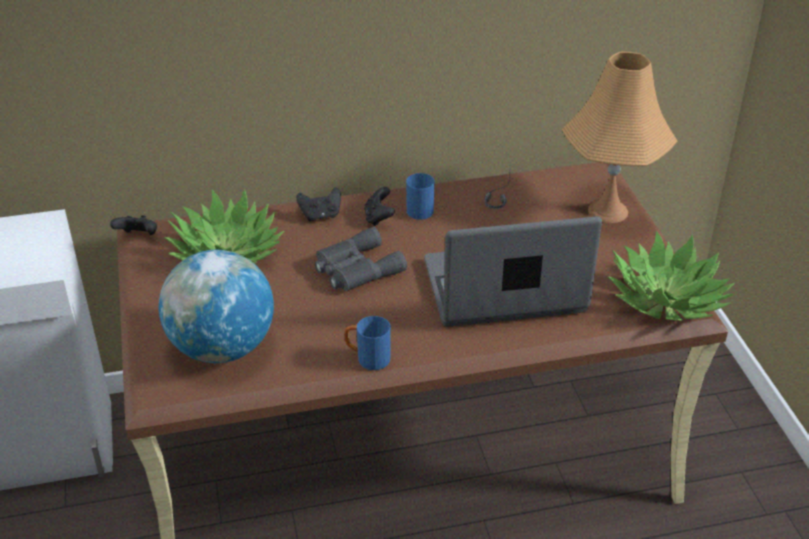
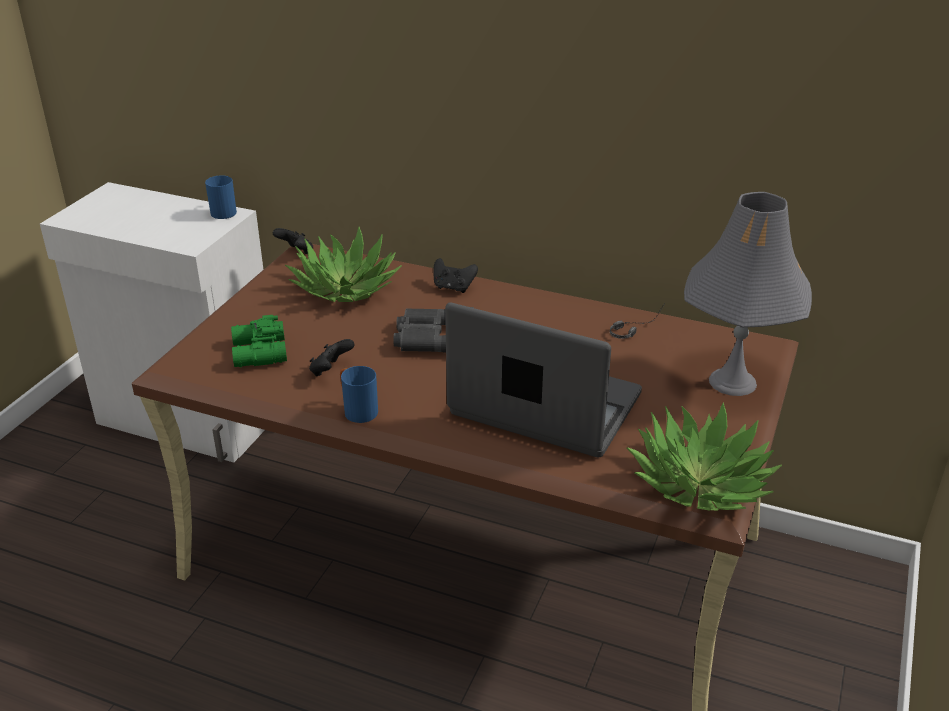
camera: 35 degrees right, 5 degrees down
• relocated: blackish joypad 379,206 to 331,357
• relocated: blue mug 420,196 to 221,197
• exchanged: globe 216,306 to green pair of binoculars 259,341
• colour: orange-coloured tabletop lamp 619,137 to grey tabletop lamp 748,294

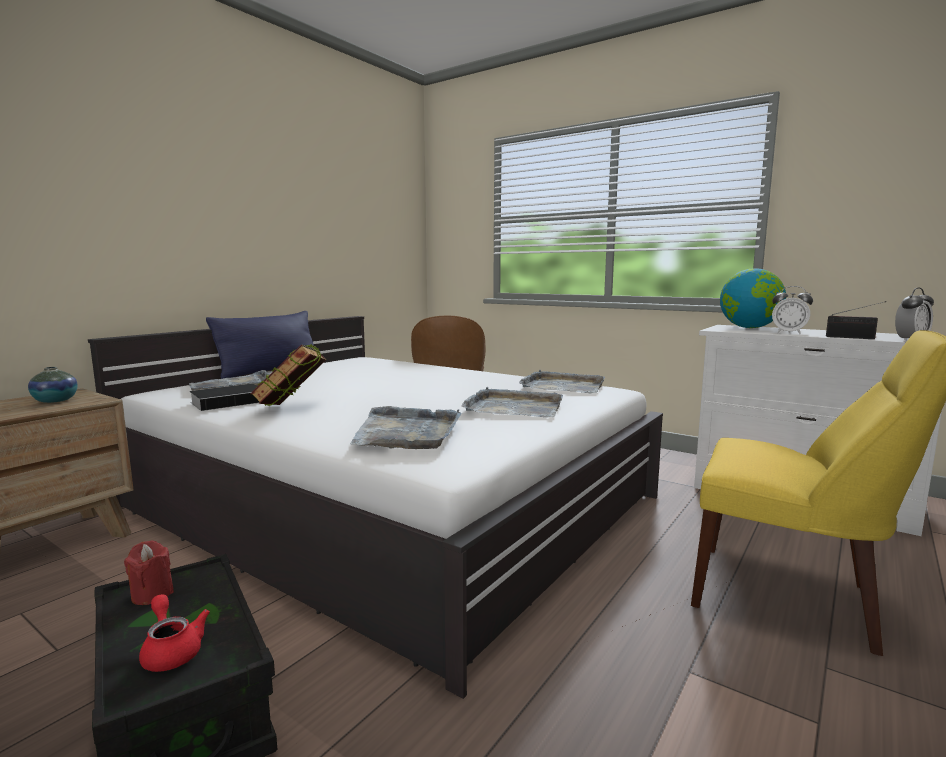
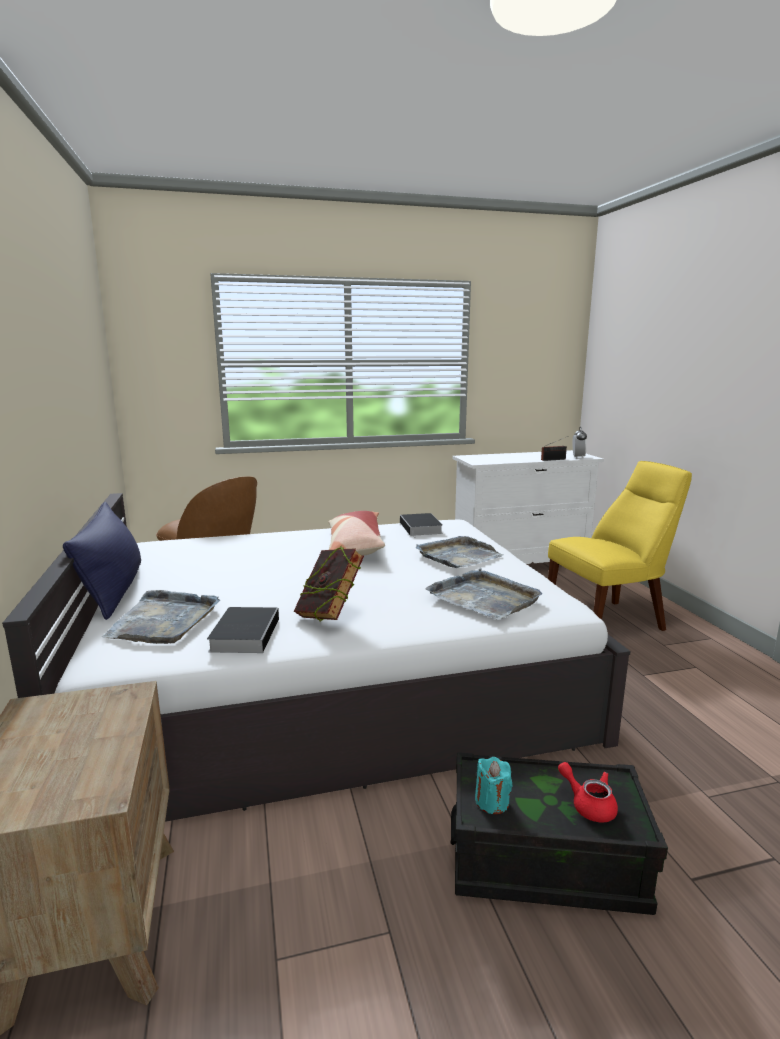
camera: 50 degrees left, 5 degrees up
• missing: vase 52,385
• missing: globe 753,298
• missing: alarm clock 792,310
• appeared: cushion 356,533
• exchanged: grey serving tray 562,381 to volume 421,525
• colour: red-coloured wax candle 149,572 to turquoise wax candle 493,785
• spun: red-coloured teapot 174,633 = 588,792 45 degrees clockwise

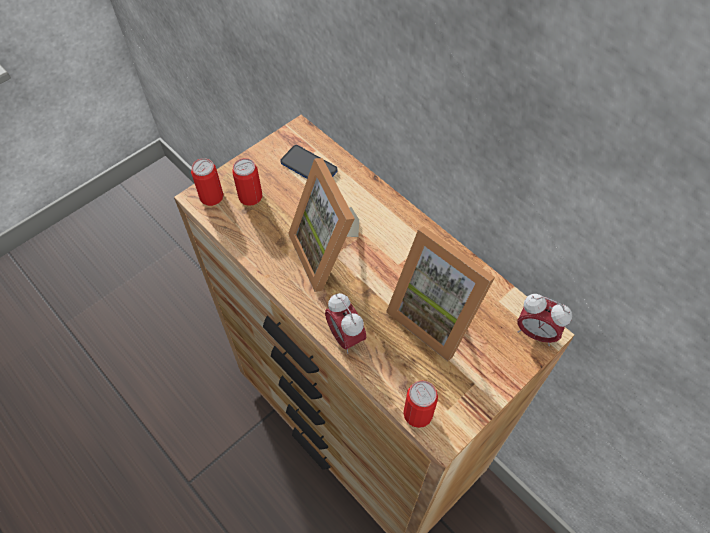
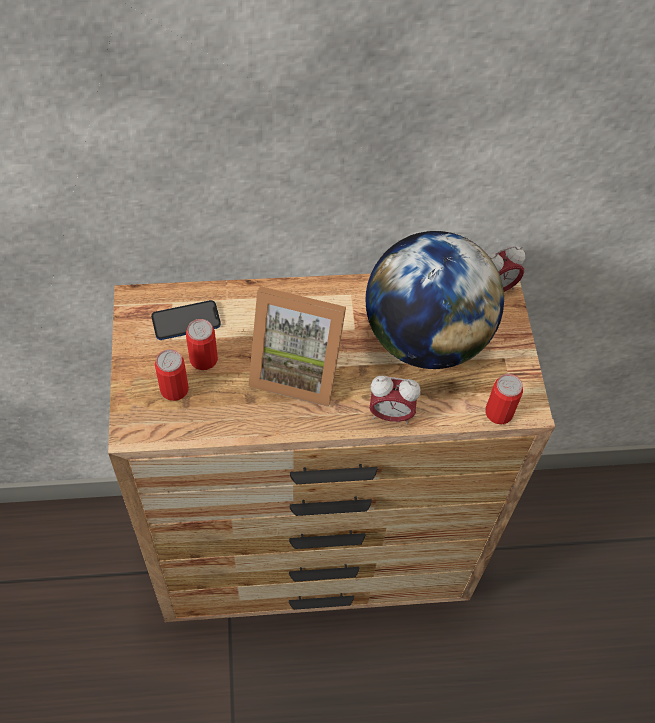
camera: 55 degrees left, 0 degrees up
• relocated: can 207,182 to 202,344
• exchanged: picture frame 440,293 to globe 435,300

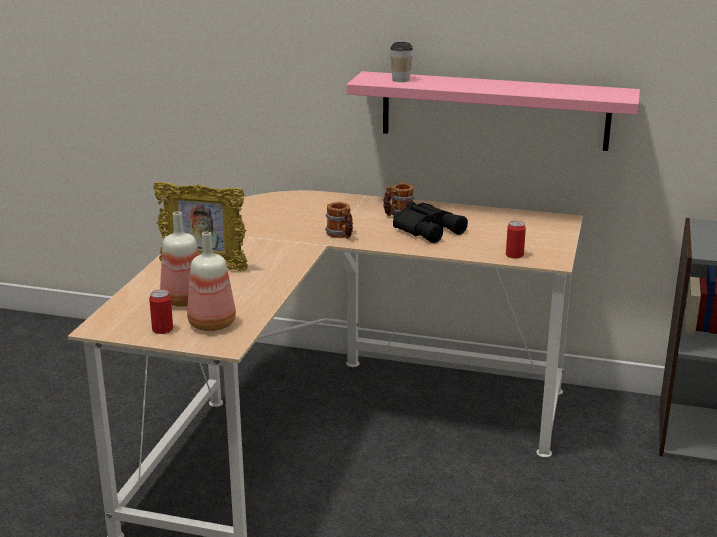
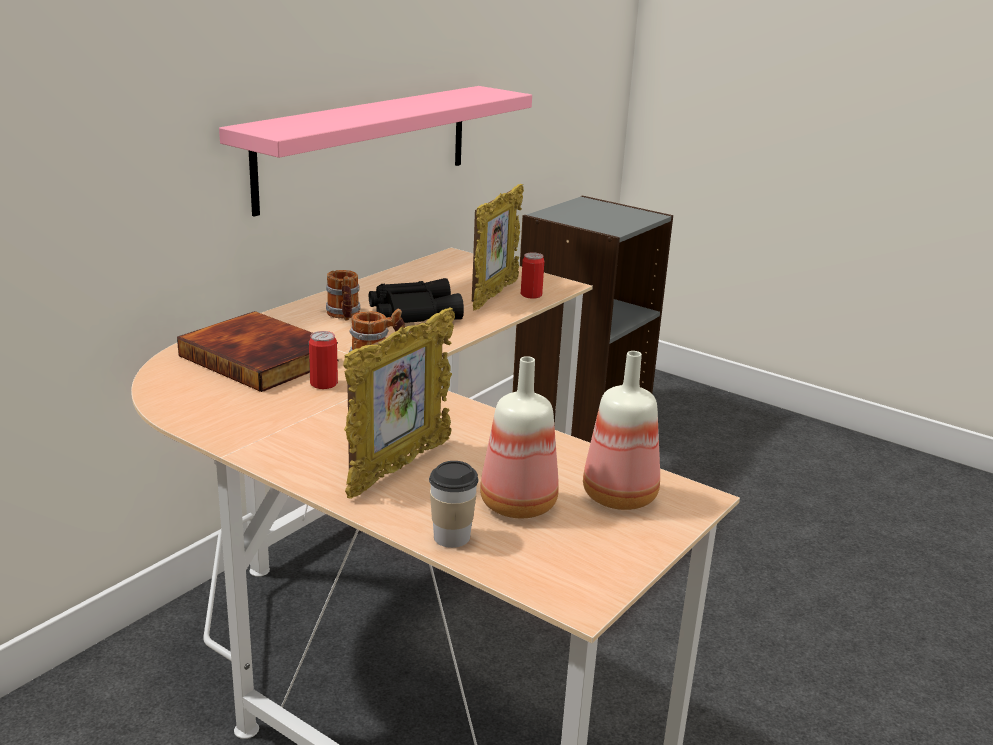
camera: 70 degrees left, 0 degrees up
• appeared: volume 257,351
• appeared: picture frame 498,247
• relocated: can 161,311 to 323,360
• relocated: small cup 401,62 to 454,504

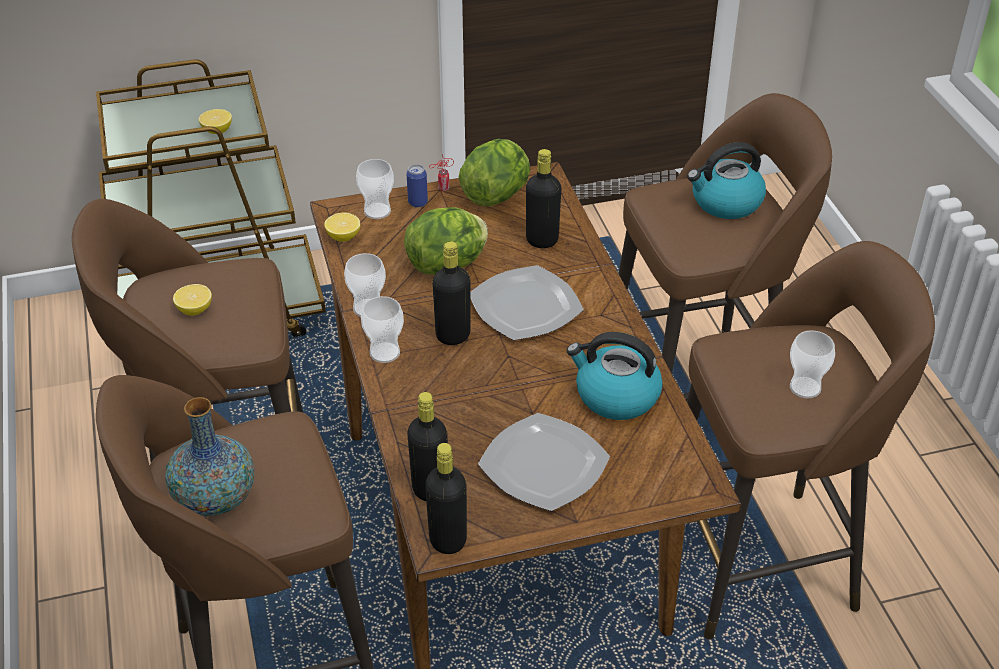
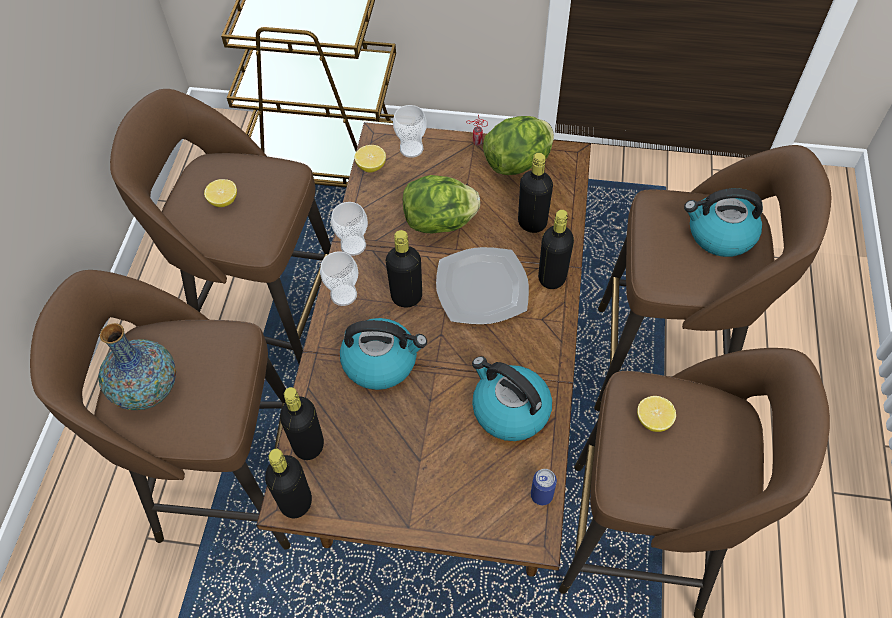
camera: 25 degrees right, 15 degrees up
• missing: plate 544,462
• missing: small cup 812,364
• appeared: tea kettle 383,354
• appeared: blackish bottle 556,249
• relocated: whole lemon 215,121 to 656,414
• relocated: can 417,185 to 544,487

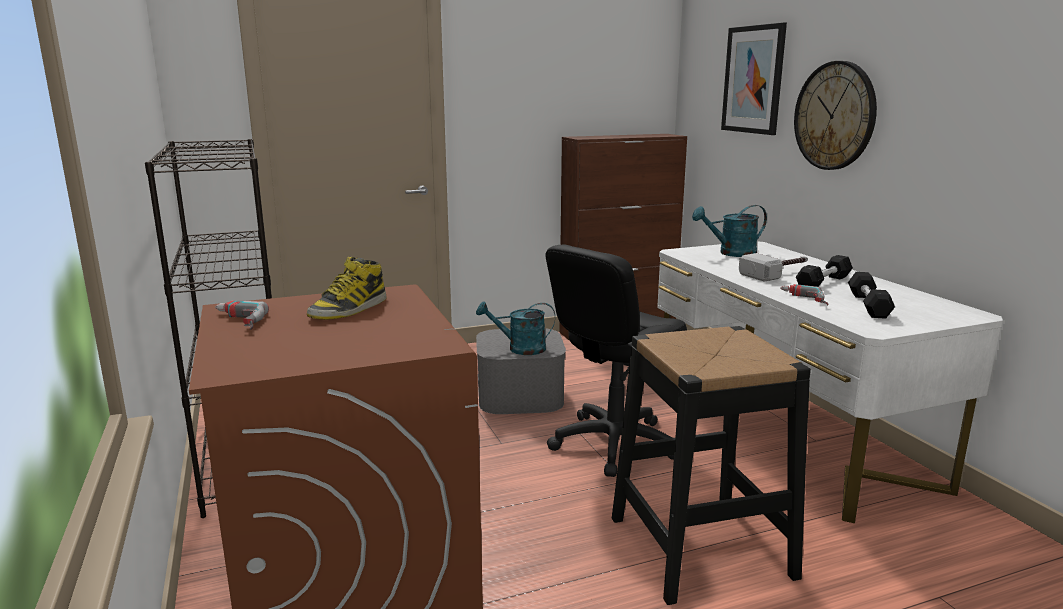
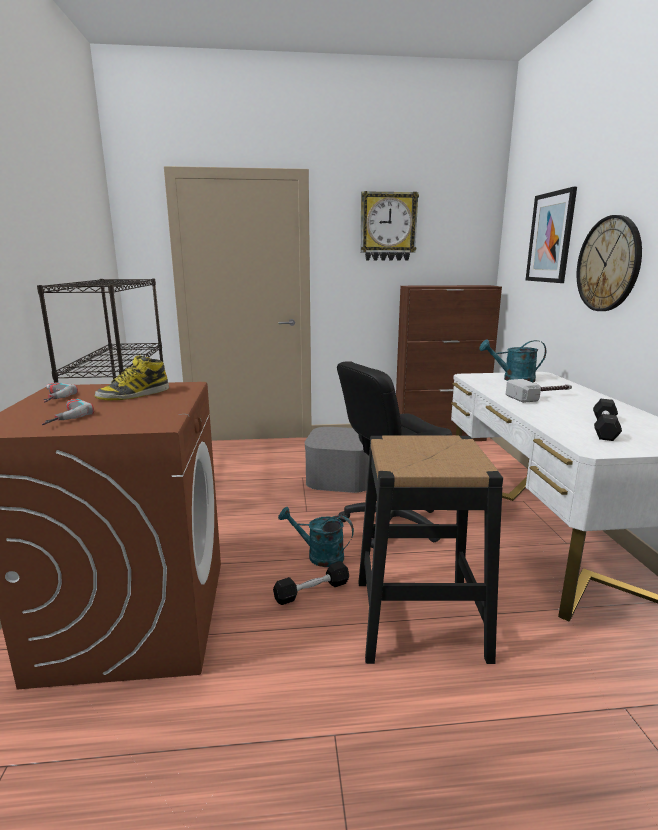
camera: 15 degrees right, 0 degrees up
• appeared: hanging clock 389,226
• relocated: turquoise watering can 515,328 to 316,537
• relocated: drill 804,295 to 68,412
• relocated: blackish free weight 824,271 to 311,583

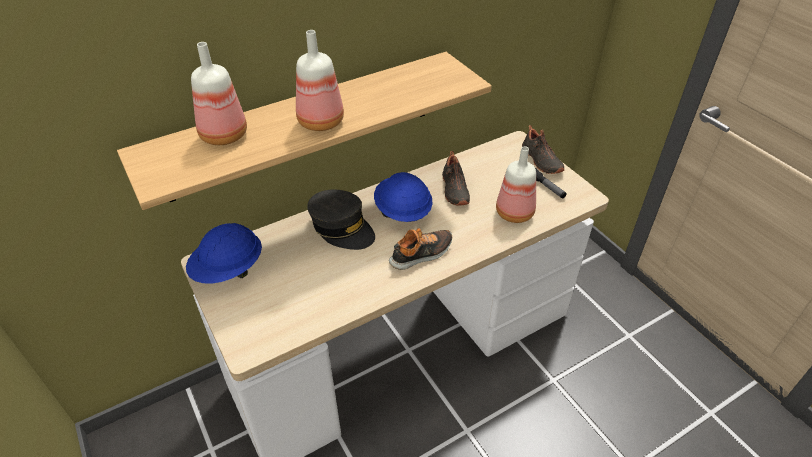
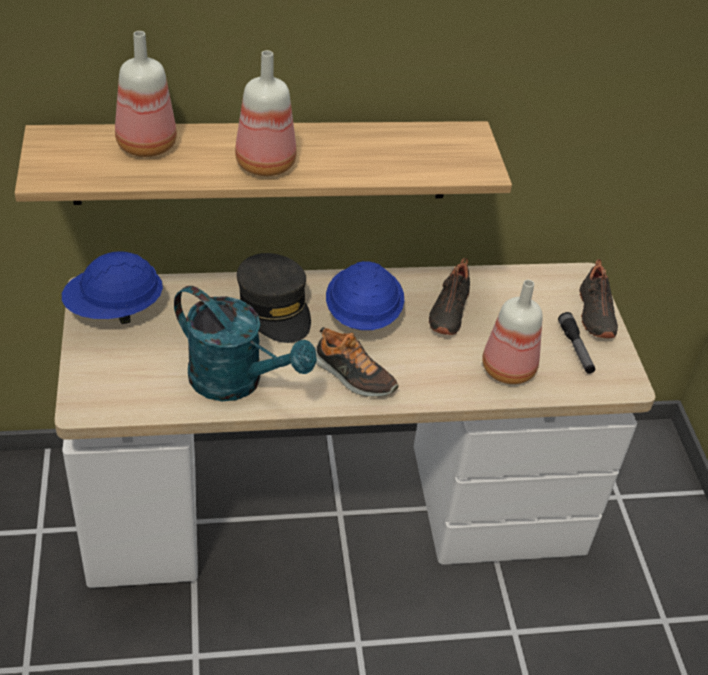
camera: 20 degrees right, 0 degrees up
• appeared: turquoise watering can 245,343
• spun: low shoe 420,249 = 356,362 45 degrees clockwise

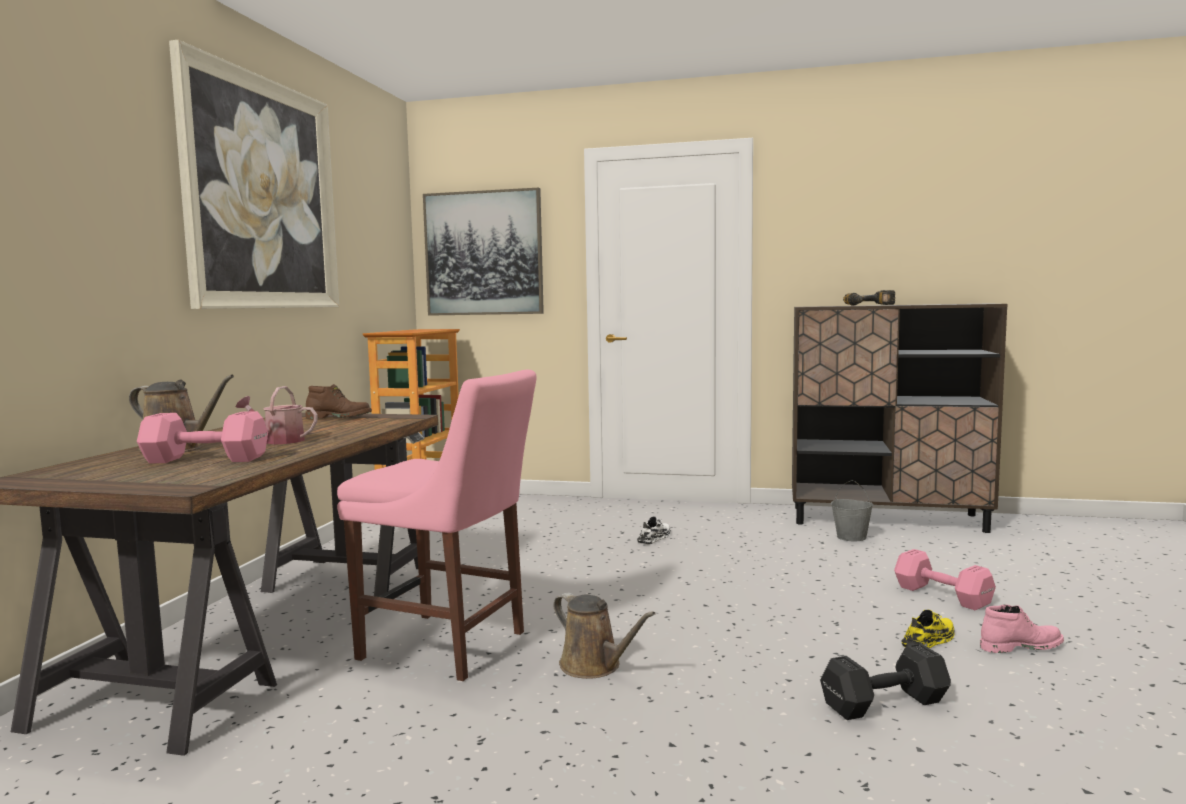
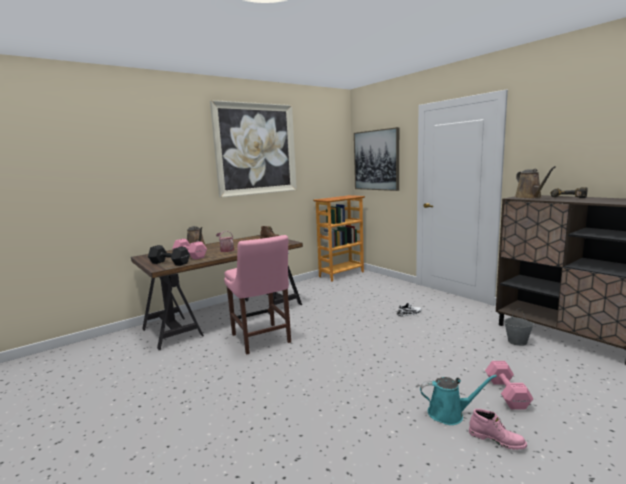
camera: 40 degrees right, 5 degrees up
• relocated: brownish watering can 604,636 to 535,182
• relocated: blackish free weight 885,681 to 169,255
• exchanged: yellowish low shoe 928,629 to turquoise watering can 458,400

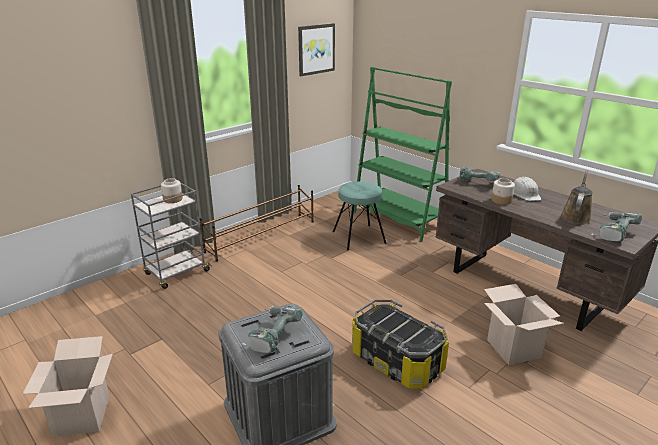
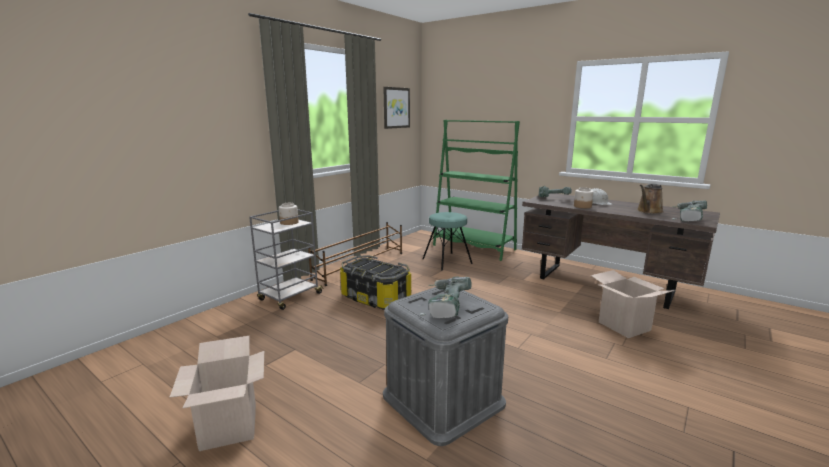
camera: 10 degrees left, 10 degrees down
• relocated: storage box 400,344 to 375,282
• spun: brownish watering can 576,197 = 650,199 150 degrees counterclockwise

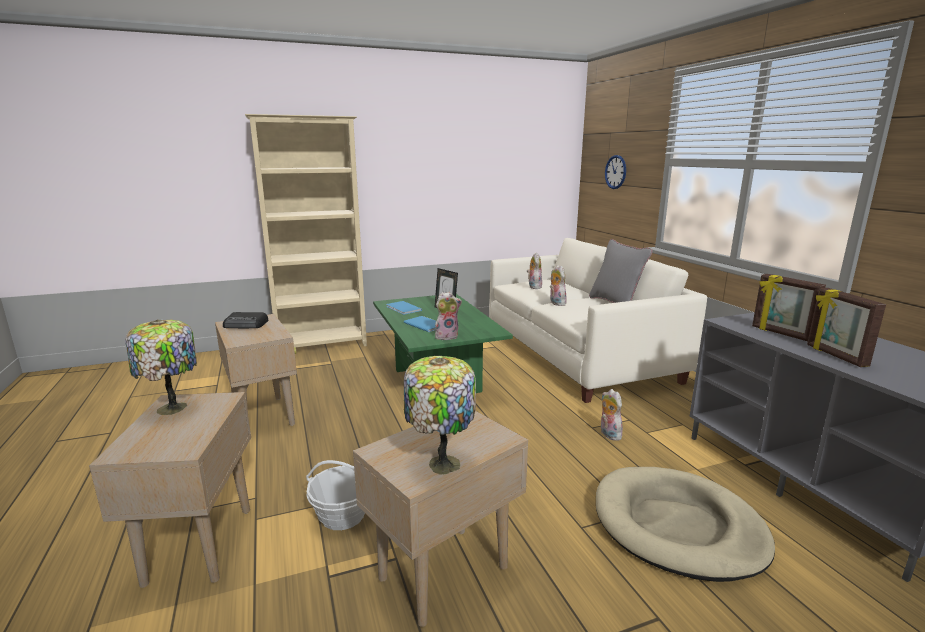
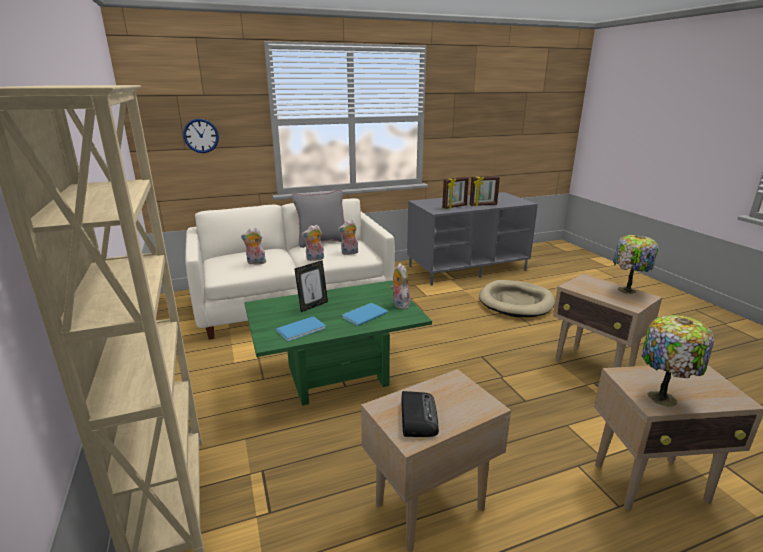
camera: 90 degrees left, 5 degrees up
• missing: basket 335,495
• relocated: plush toy 612,415 to 348,237

